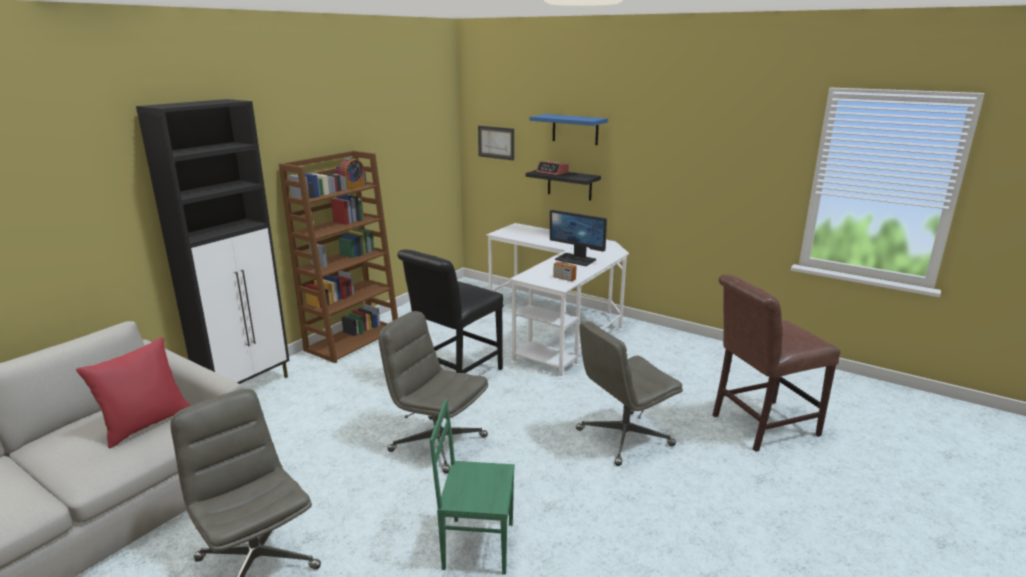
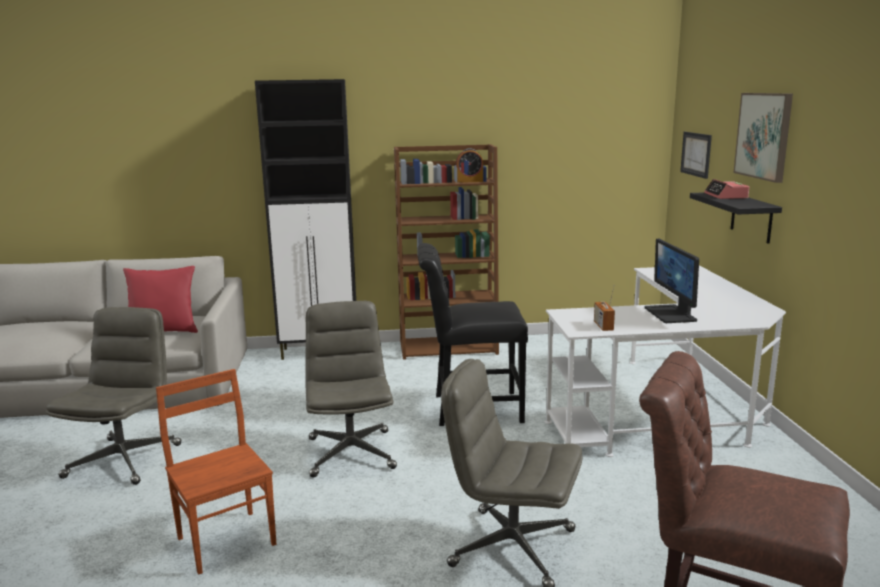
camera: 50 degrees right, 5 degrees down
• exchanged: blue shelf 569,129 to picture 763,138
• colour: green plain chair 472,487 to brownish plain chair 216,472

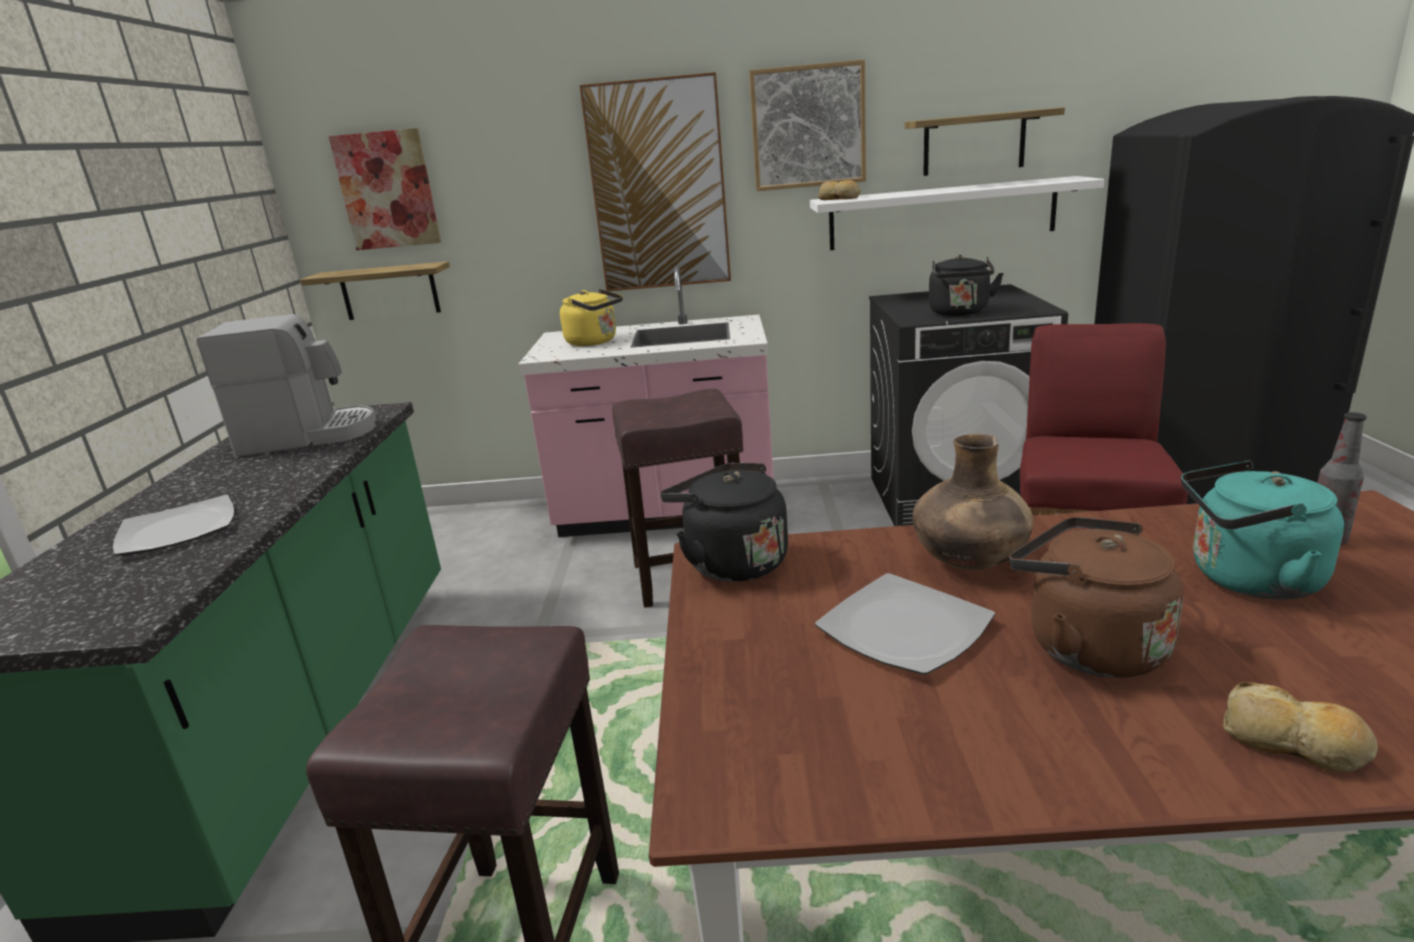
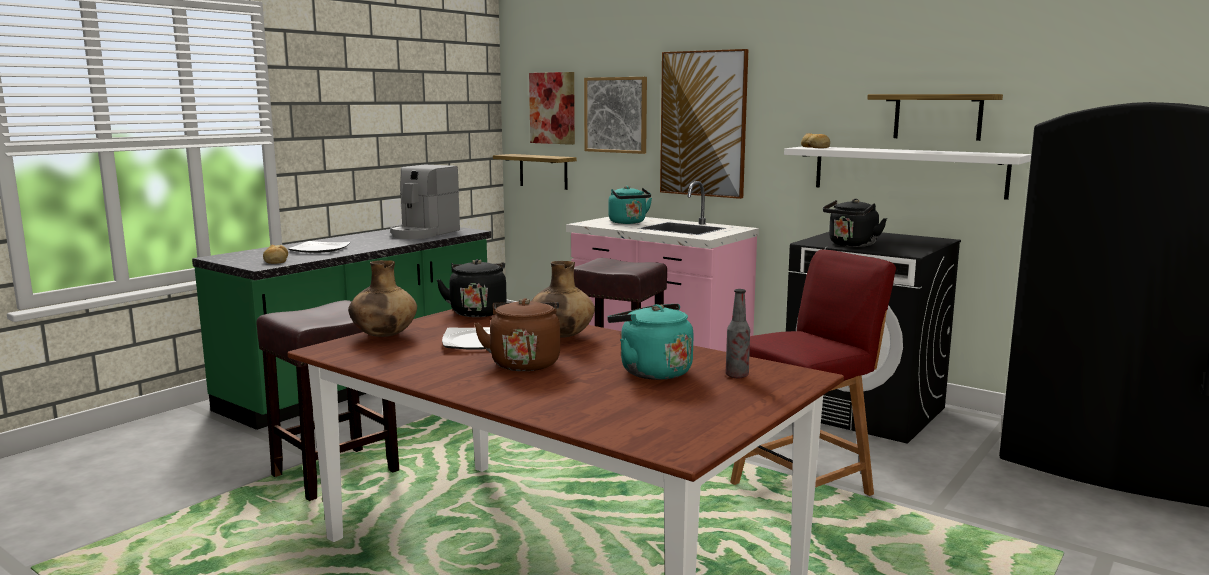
camera: 35 degrees right, 10 degrees down
• appeared: brownish vase 382,298
• relocated: picture 807,125 to 615,115
• relocated: bakery bread 1300,727 to 275,254
• colour: yellowish tea kettle 591,317 to turquoise tea kettle 630,205
• spun: coffee maker 286,385 = 425,201 90 degrees clockwise

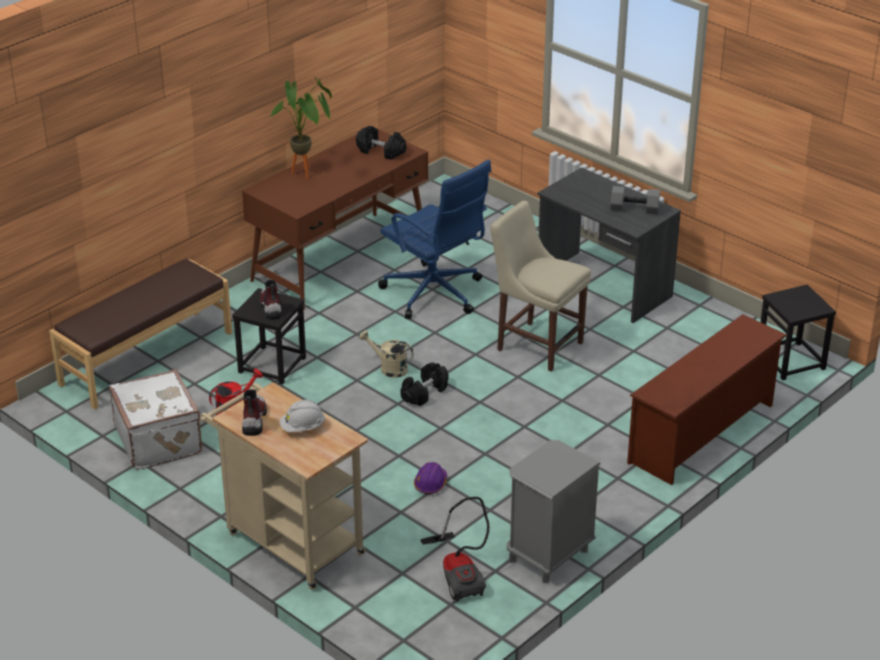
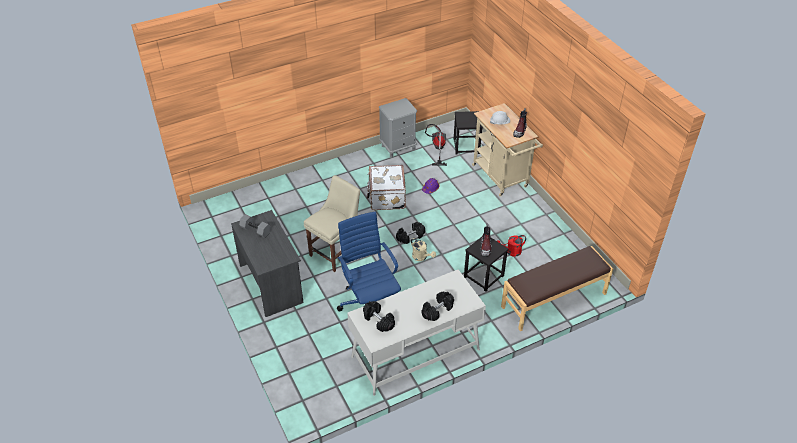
camera: 160 degrees left, 10 degrees up
• missing: brownish shoe stand 707,399
• relocated: white suitcase 155,419 to 386,187
• relocated: blackish stool seat 798,332 to 468,132
• exchanged: houseplant 301,127 to blackish free weight 438,306
• colour: brownish desk table 335,218 to white desk table 416,333
• spun: beige plain chair 540,286 = 332,223 105 degrees counterclockwise

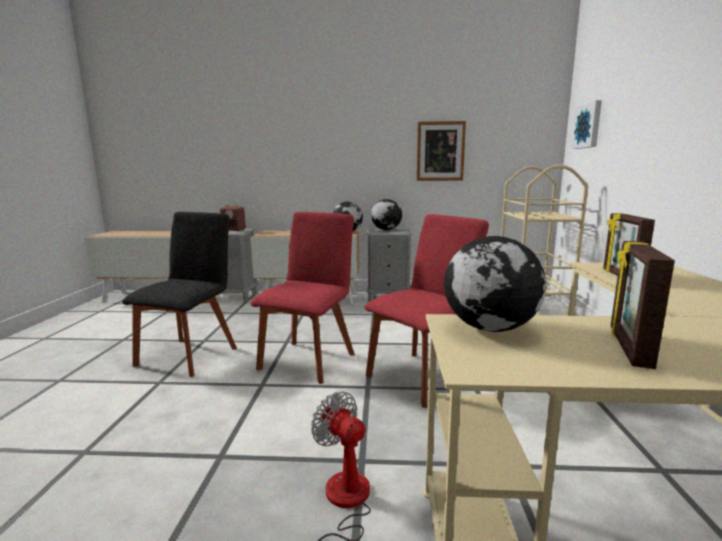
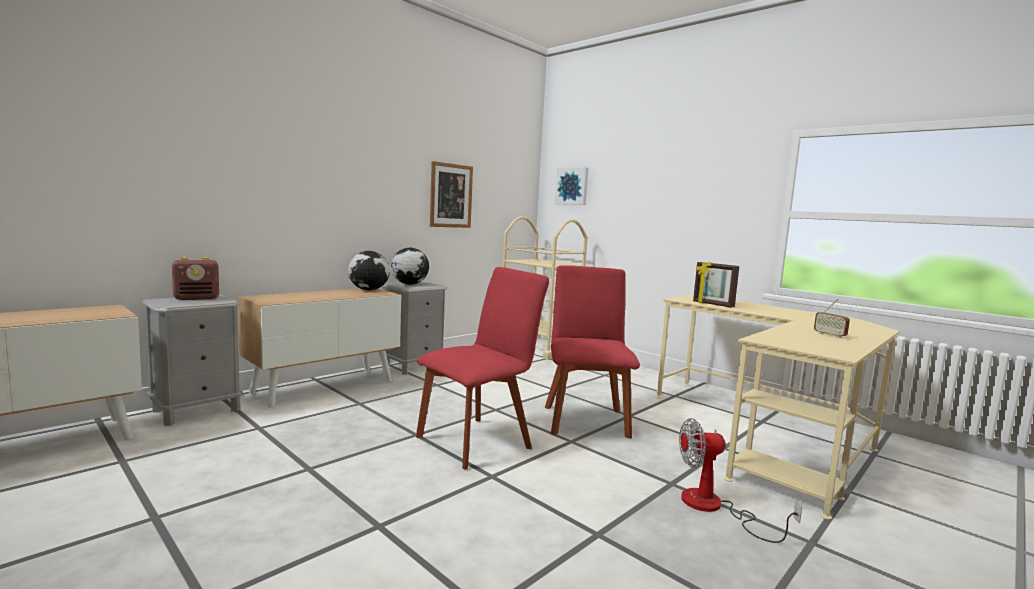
camera: 50 degrees left, 5 degrees down
• missing: blackish plain chair 179,294
• missing: globe 495,284
• exchanged: picture frame 643,305 to radio set 832,318
• spun: red-coloured plain chair 302,298 = 482,368 75 degrees clockwise

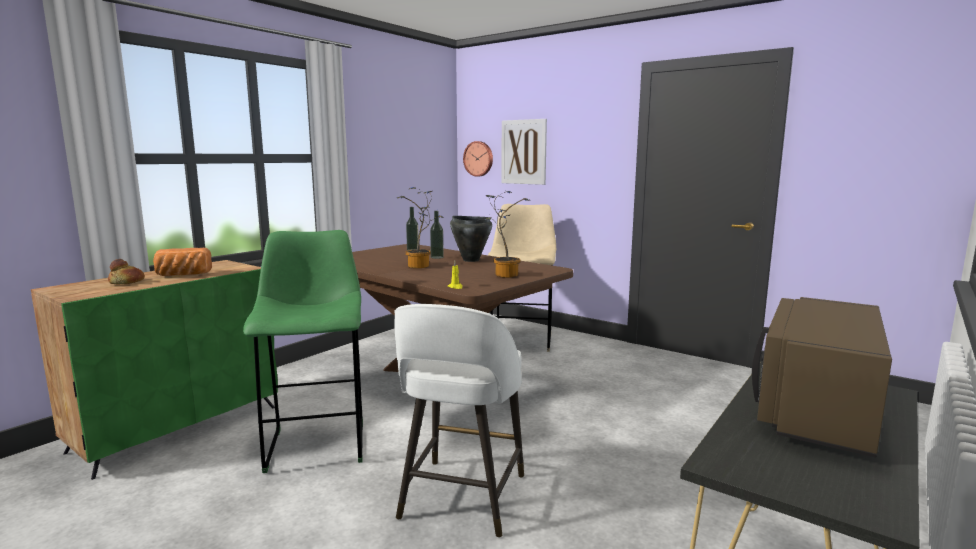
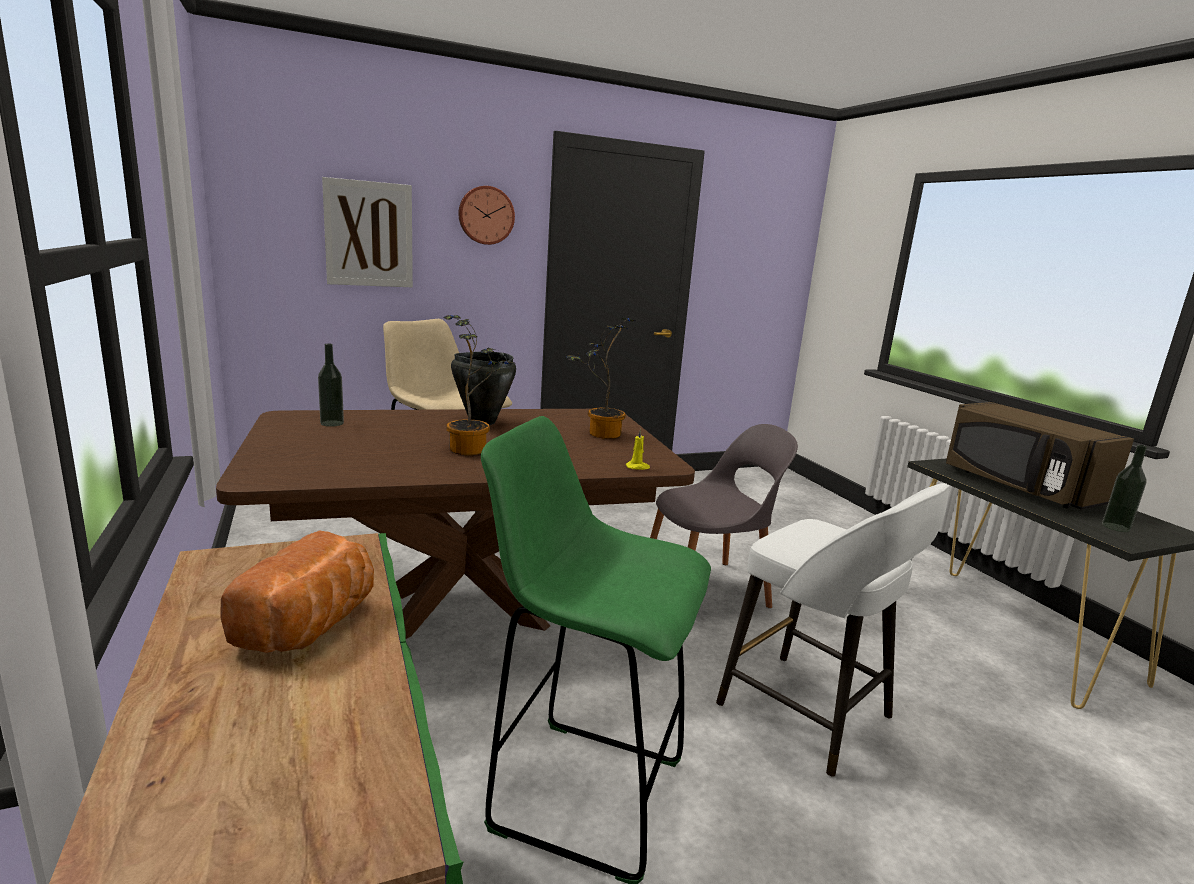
camera: 60 degrees left, 5 degrees up
• missing: bakery bread 126,272
• appeared: grey plain chair 724,516
• relocated: bottle 437,235 to 1124,488
• relocated: hanging clock 478,159 to 486,215

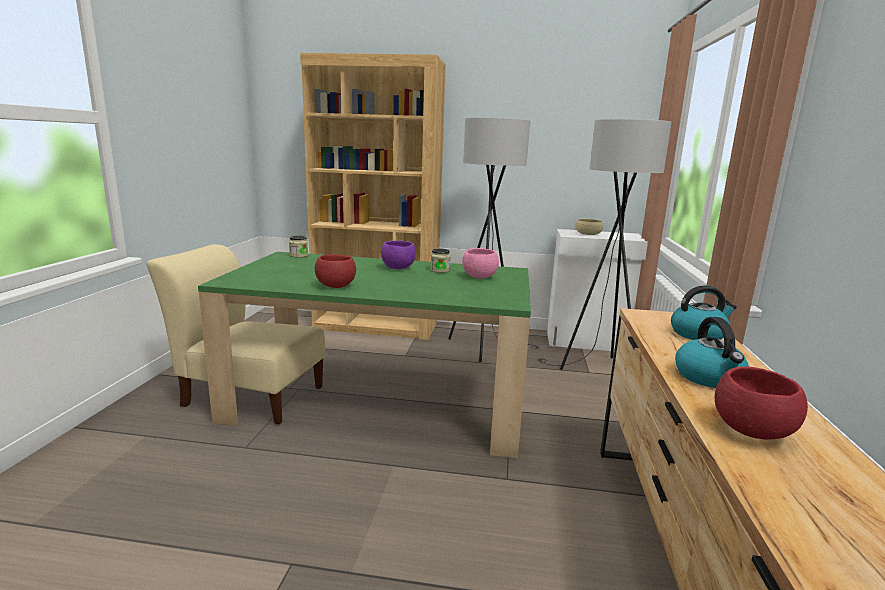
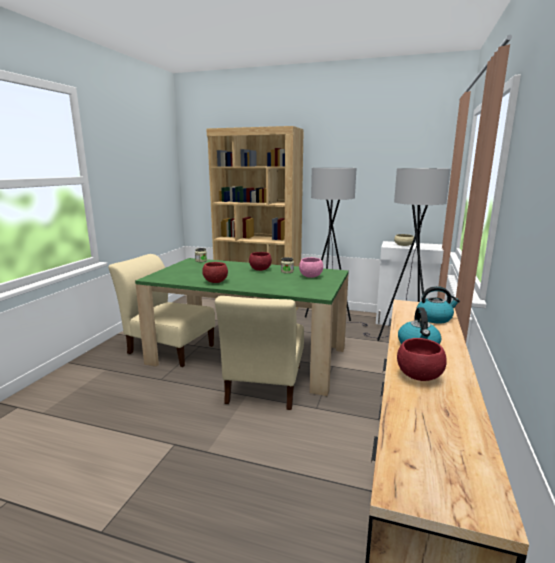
camera: 10 degrees right, 0 degrees up
• appeared: beige plain chair 259,353
• colour: purple-coloured deep dish 398,255 to red-coloured deep dish 260,261

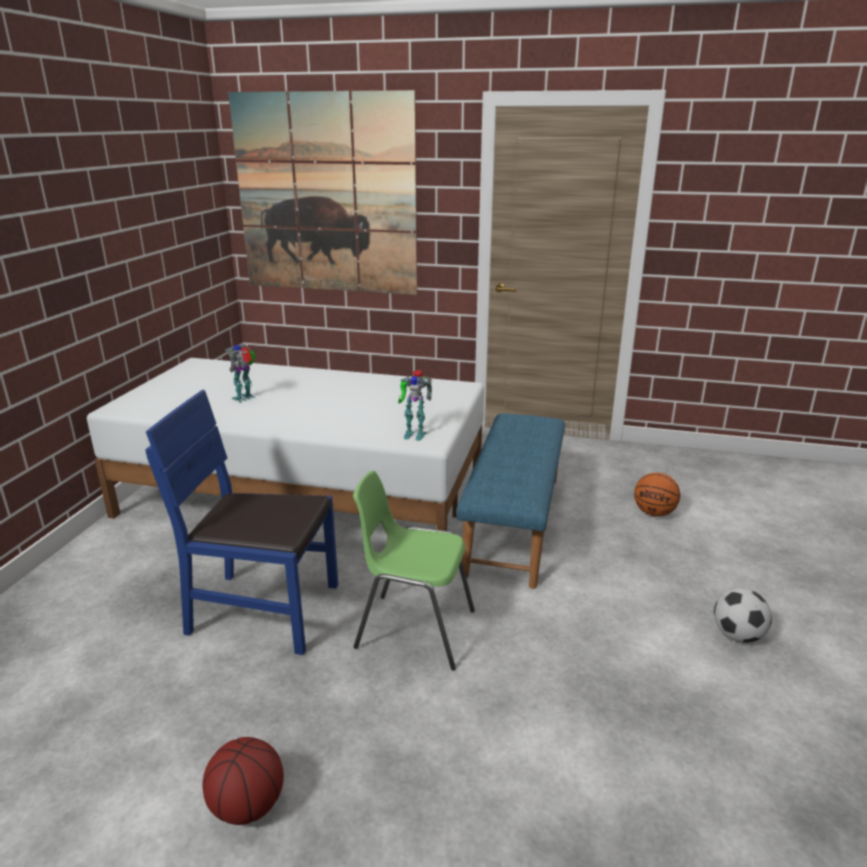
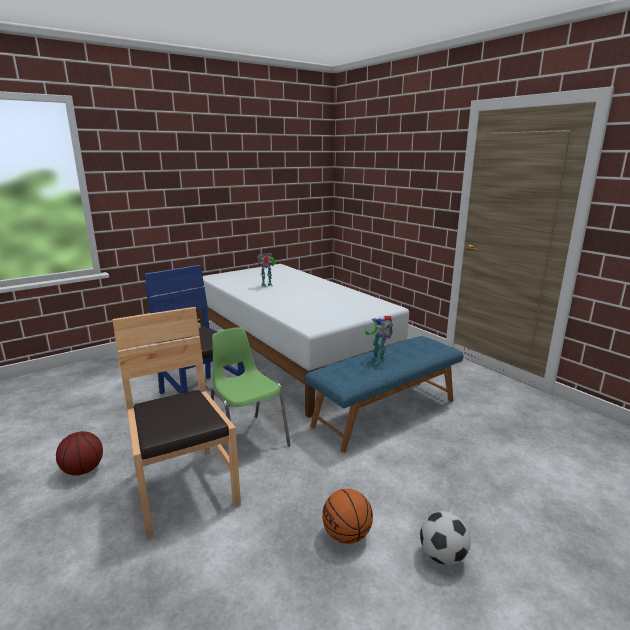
camera: 40 degrees right, 5 degrees down
• missing: picture 322,192
• appeared: brownish plain chair 176,423
• relocated: model robot 415,405 to 380,340
• relocated: basketball 657,494 to 347,516

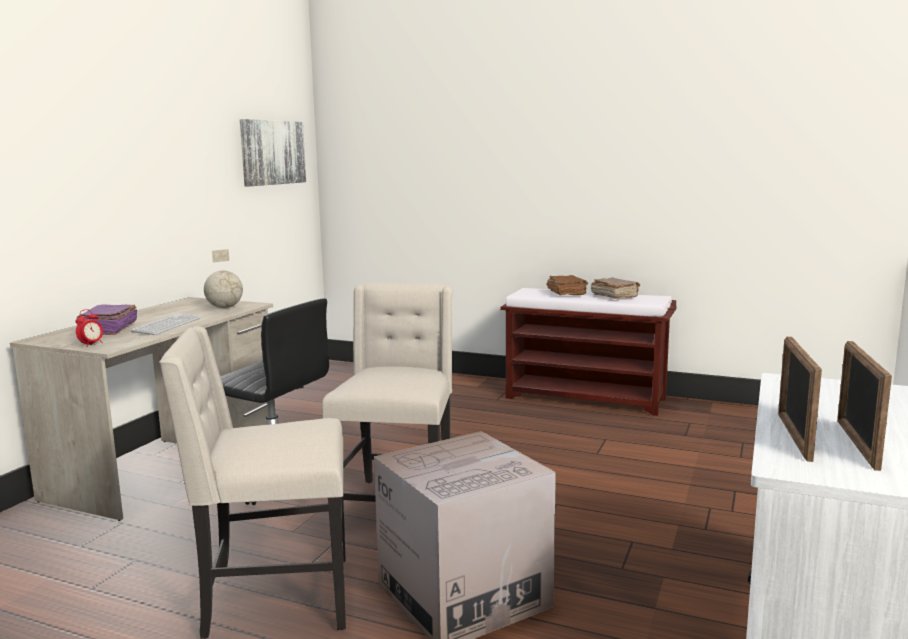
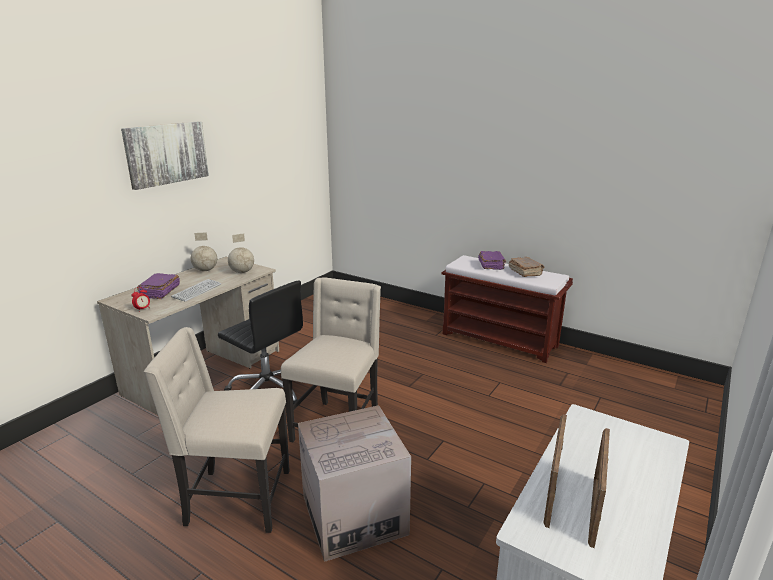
camera: 10 degrees right, 10 degrees up
• appeared: globe 204,251
• relocated: picture 273,152 to 165,155
• colour: brownish volume 567,285 to purple-coloured volume 492,260

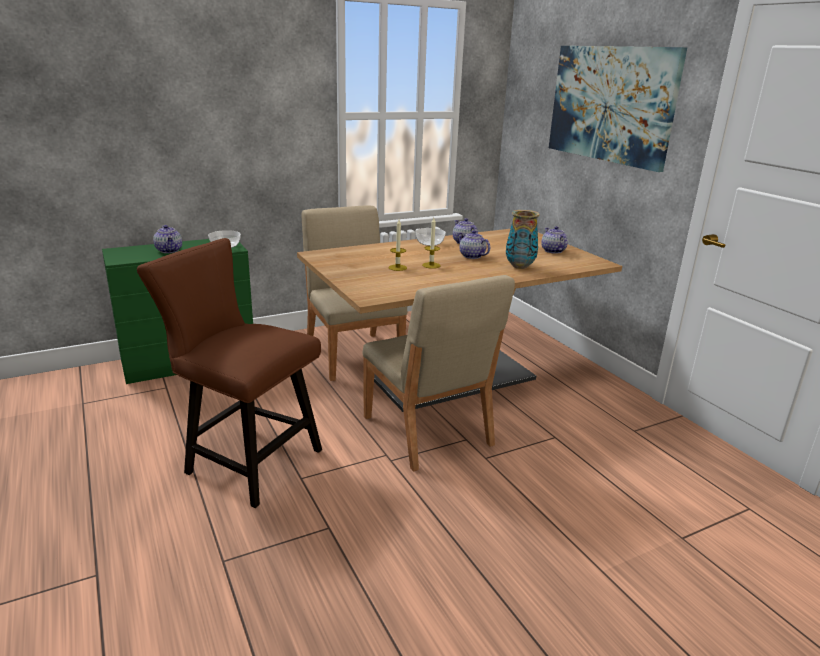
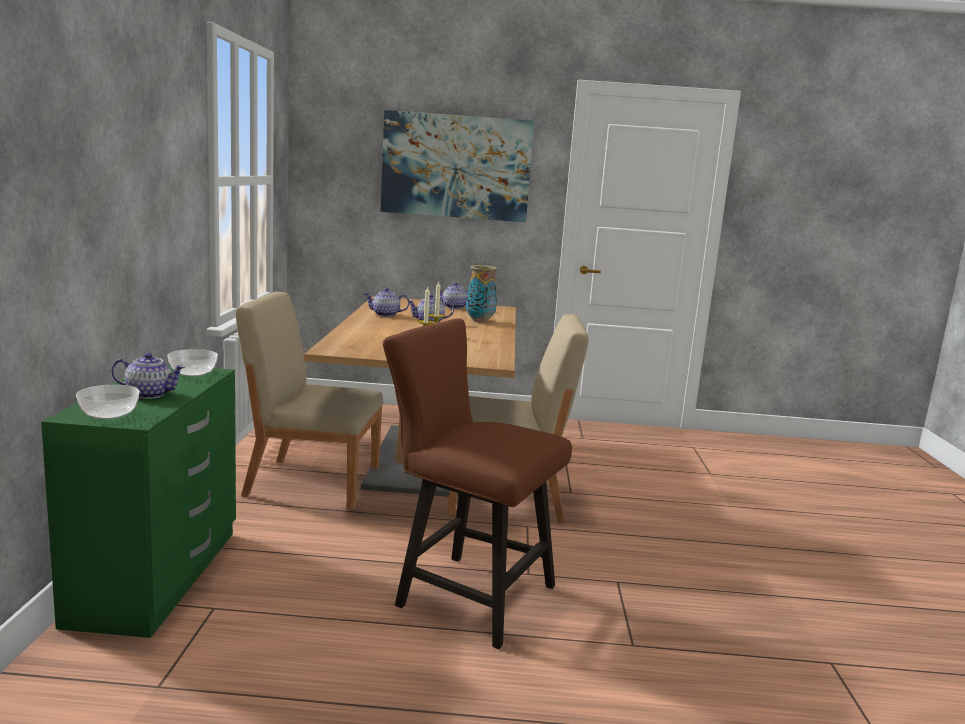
camera: 60 degrees left, 10 degrees down
• relocated: deep dish 430,237 to 108,402
• spun: brownish plain chair 229,373 = 477,483 60 degrees clockwise

